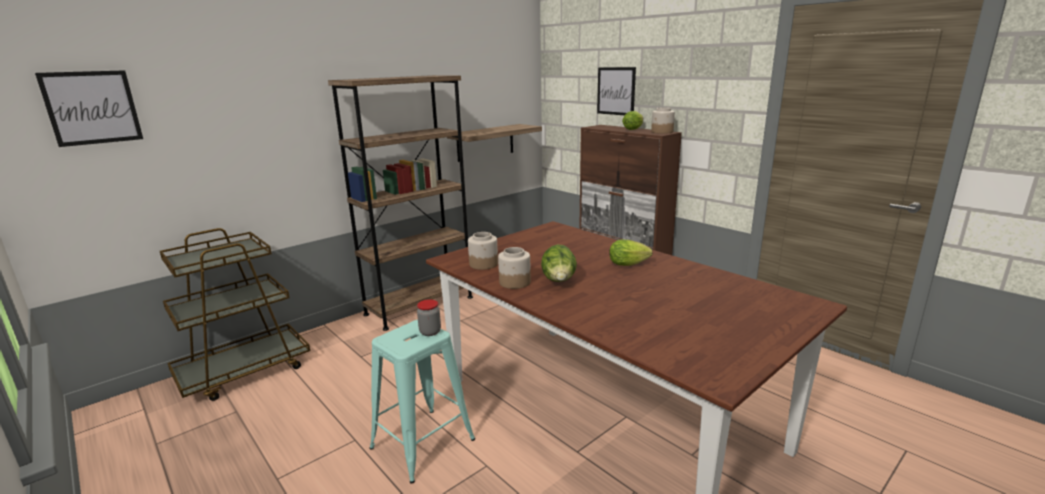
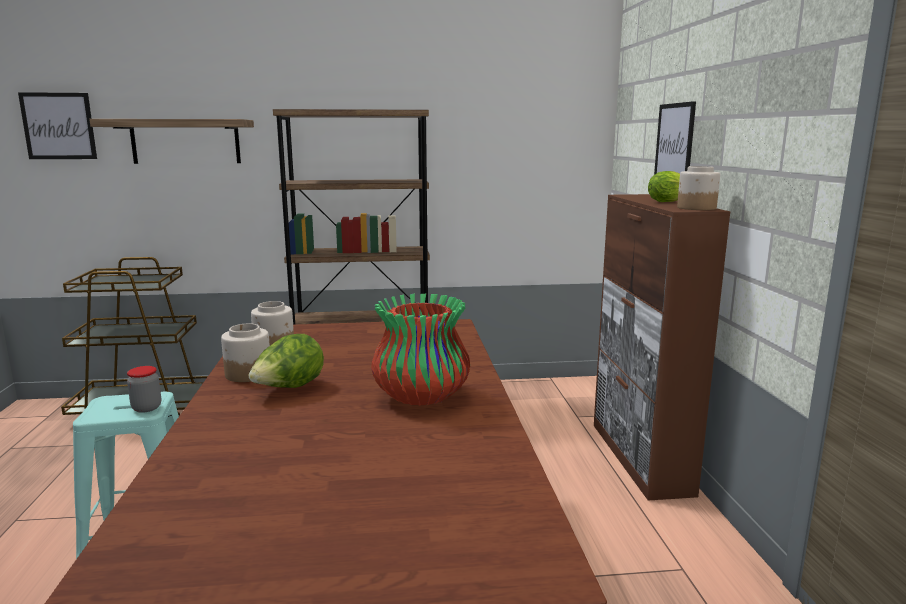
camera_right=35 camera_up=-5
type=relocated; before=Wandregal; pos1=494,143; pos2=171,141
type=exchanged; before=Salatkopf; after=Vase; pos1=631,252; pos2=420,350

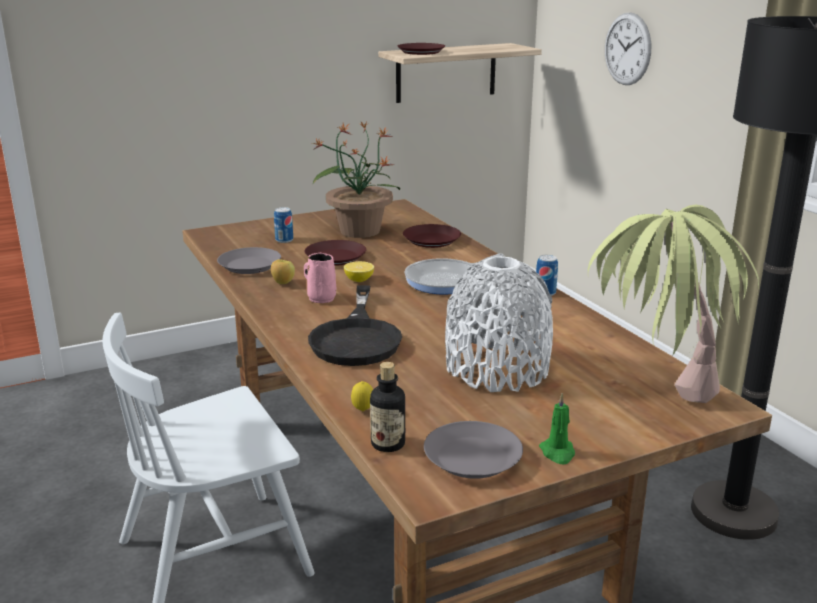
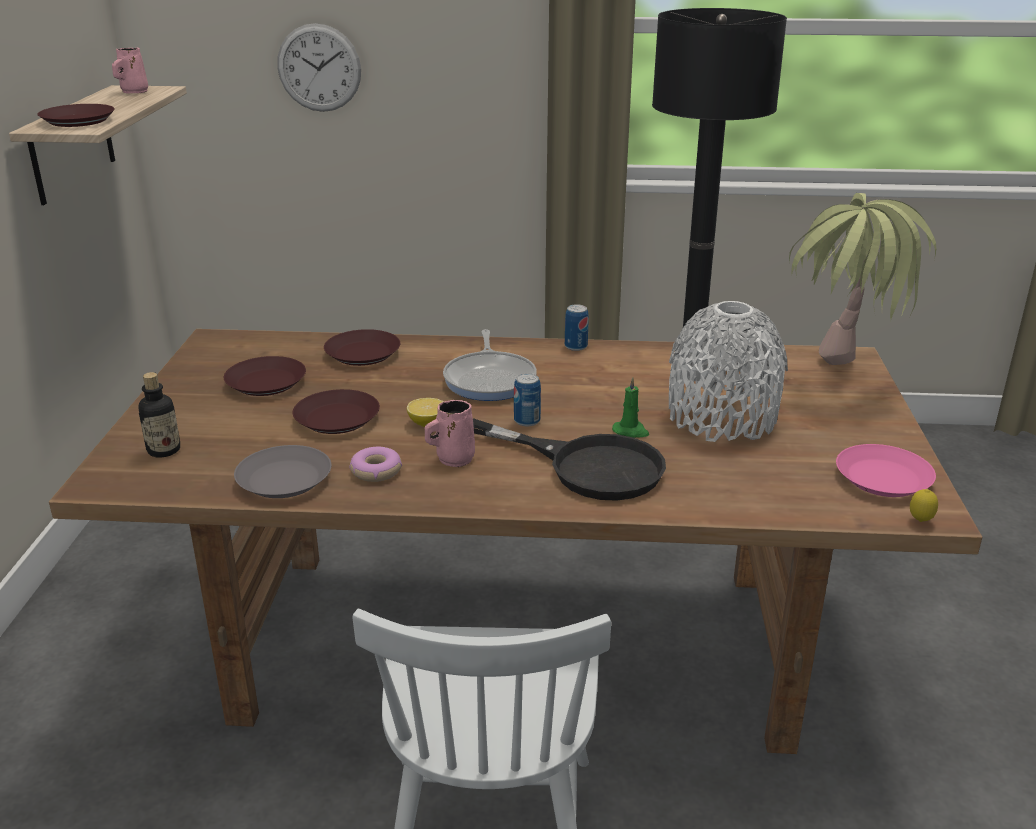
camera_right=-60 camera_up=5
type=exchanged; before=Apfel; after=Donut; pos1=283,271; pos2=375,464
type=relocated; before=Dose; pos1=283,225; pos2=527,399
type=exchanged; before=Topfpflanze; after=Teller (braun); pos1=356,180; pos2=265,376
type=relocated; before=Zitrone; pos1=362,396; pos2=924,505
type=relocated; before=Flasche; pos1=387,407; pos2=159,414
type=colour; before=Teller (grau); after=Teller (rosa); pos1=473,450; pos2=886,470
type=relocated; before=Kerze (grün); pos1=557,428; pos2=630,407
type=appeared; after=Henkelbecher (rosa); pos2=130,70

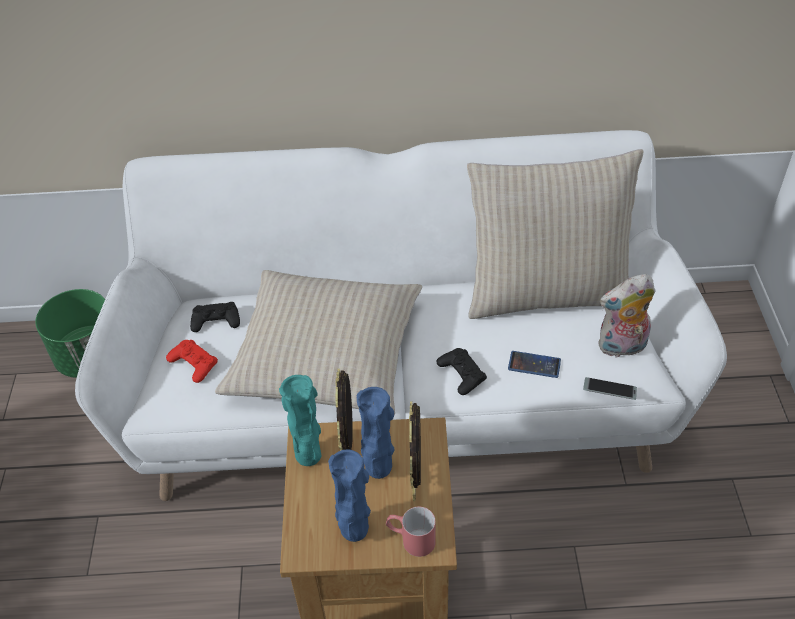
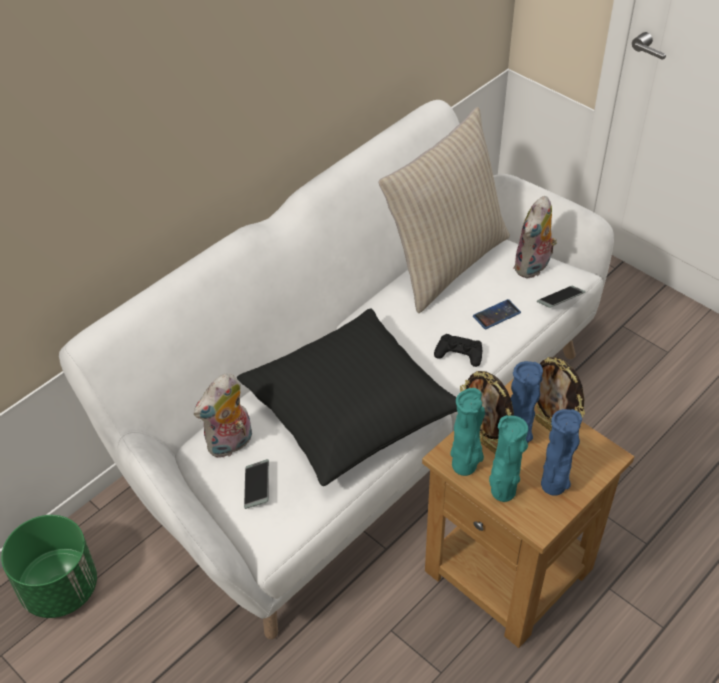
camera_right=-45 camera_up=0
type=exchanged; before=Gamepad (rot); after=Handy; pos1=192,361; pos2=256,484
type=exchanged; before=Gamepad (schwarz); after=Plüschtier; pos1=215,317; pos2=223,415
type=colour; before=Kissen (beige); after=Kissen (schwarz); pos1=318,342; pos2=347,397
type=missing; before=Henkelbecher (rot); pos1=411,532
type=appeared; after=Vase (türkis); pos2=508,458

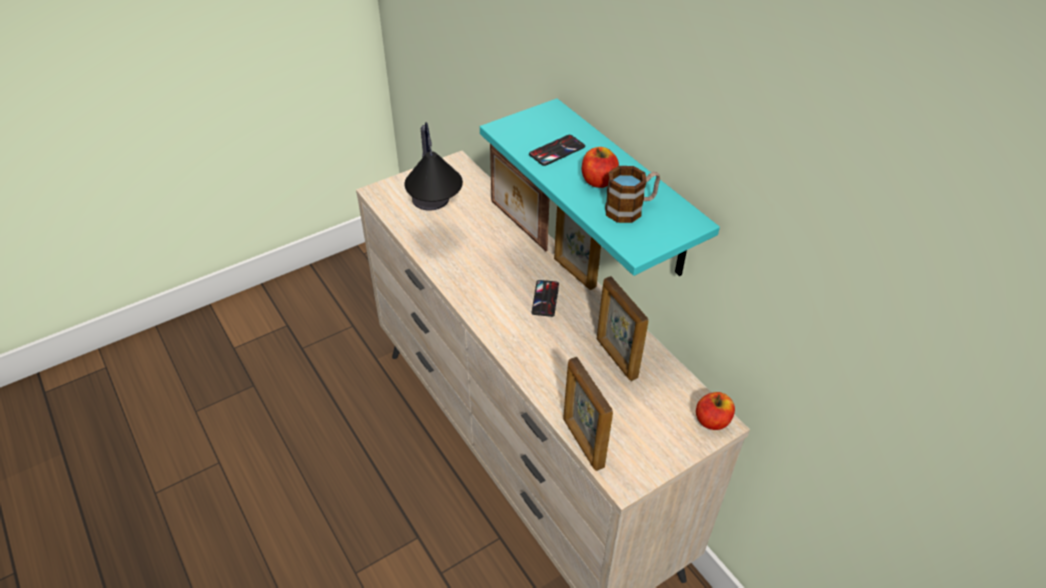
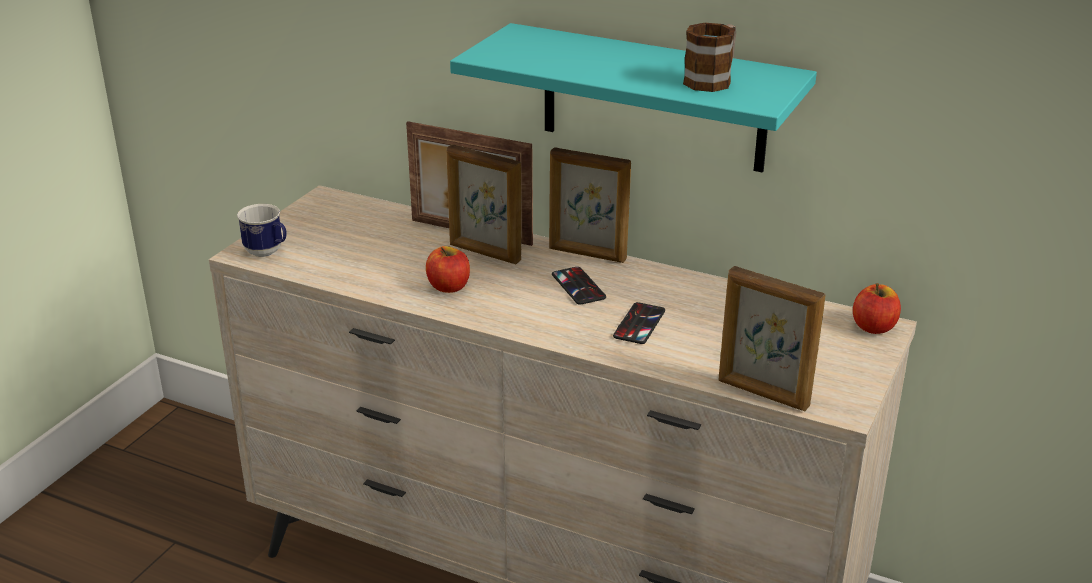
camera_right=-30 camera_up=-15
type=missing; before=Tischlampe; pos1=434,166
type=relocated; before=Handy; pos1=557,150; pos2=639,323
type=relocated; before=Apfel; pos1=600,167; pos2=448,269
type=relocated; before=Bilderrahmen; pos1=623,328; pos2=484,204
type=appeared; after=Henkelbecher; pos2=262,230

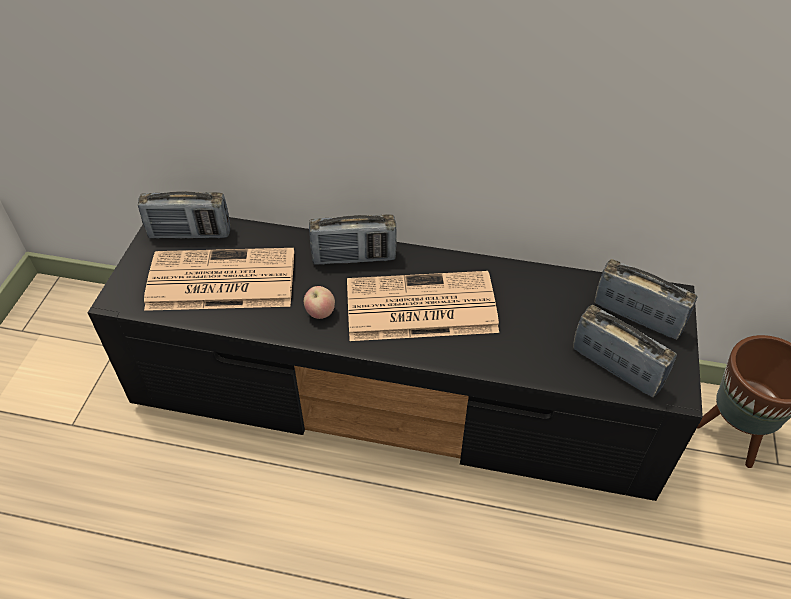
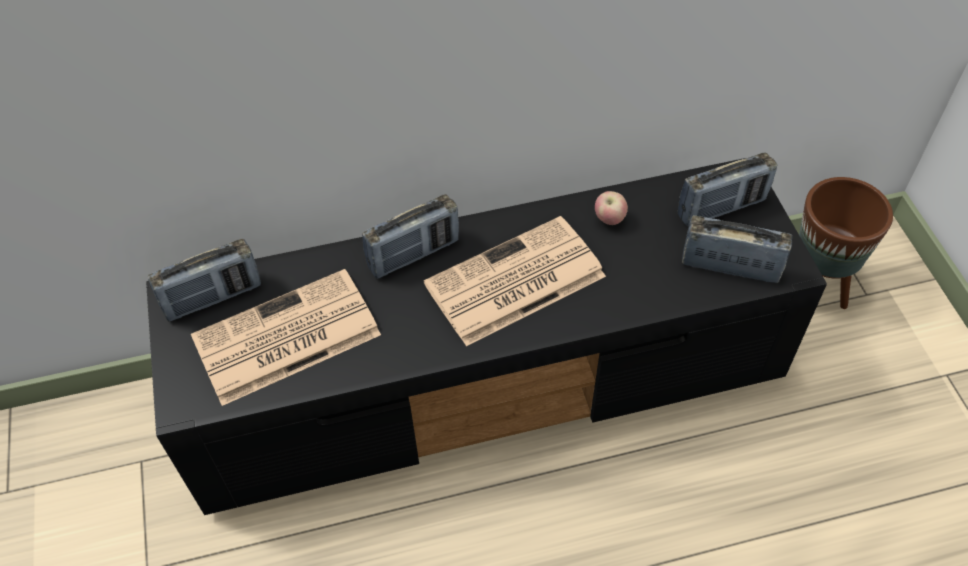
camera_right=-25 camera_up=5
type=relocated; before=Apfel; pos1=319,302; pos2=611,208
type=spun; before=Radio; pos1=645,299; pos2=727,189; turn=150

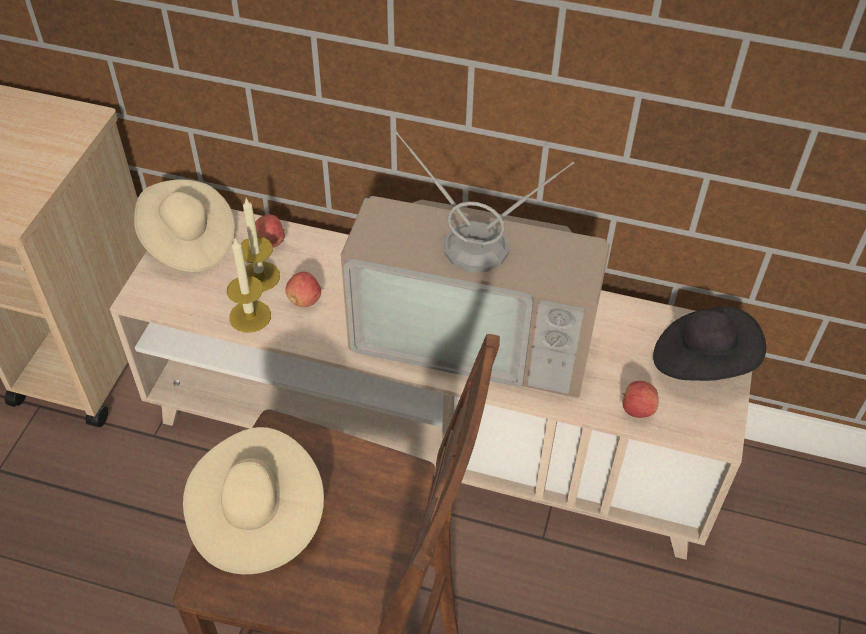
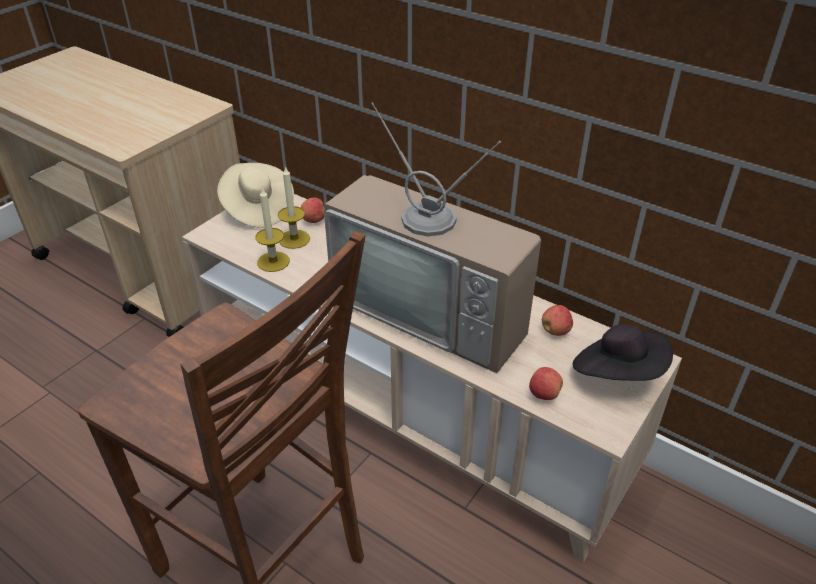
camera_right=20 camera_up=-10
type=missing; before=Hut (beige); pos1=253,500
type=relocated; before=Apfel; pos1=303,289; pos2=557,320

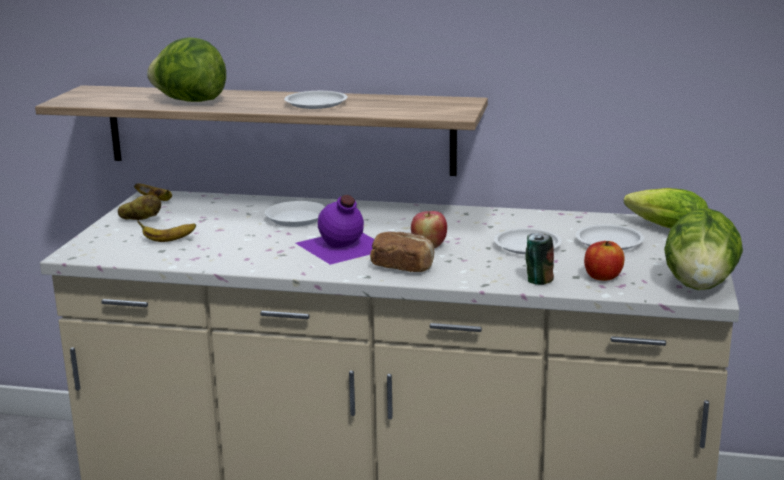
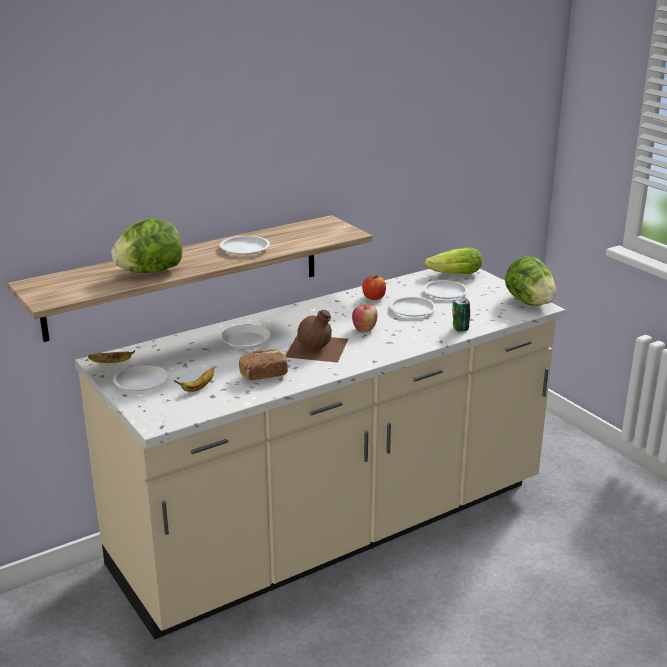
camera_right=-45 camera_up=5
type=exchanged; before=Kartoffel; after=Teller (weiß); pos1=139,207; pos2=140,377
type=colour; before=Flasche (lila); after=Flasche (braun); pos1=334,230; pos2=316,336
type=relocated; before=Brot; pos1=402,252; pos2=263,364
type=relocated; before=Apfel; pos1=604,261; pos2=374,287

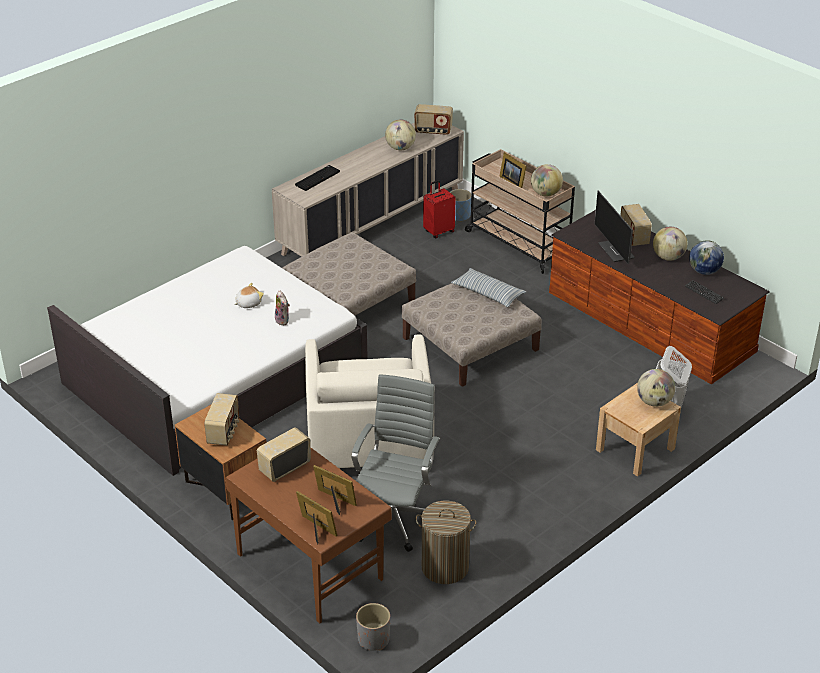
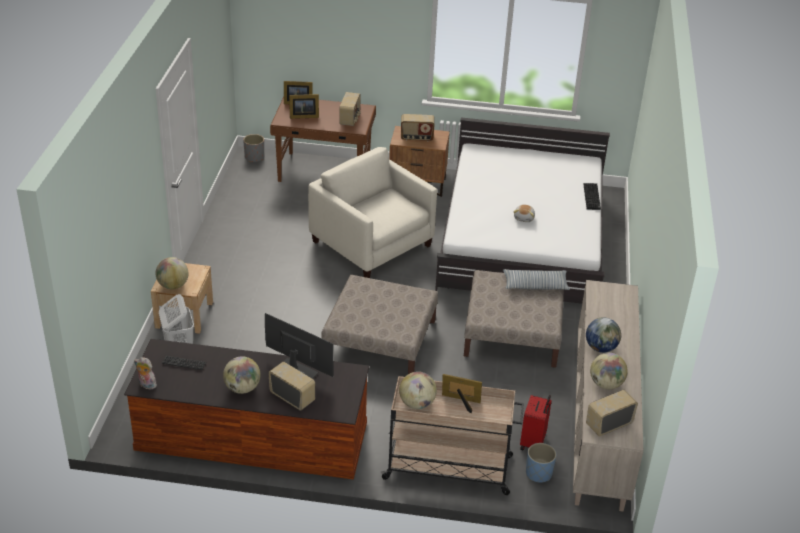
camera_right=140 camera_up=0
type=spun; before=Radio; pos1=221,419; pos2=418,127; turn=-60
type=relocated; before=Plüschtier; pos1=282,307; pos2=145,373
type=relocated; before=Tastatur; pos1=317,178; pos2=592,196
type=missing; before=Bürostuhl (grau); pos1=396,463
type=missing; before=Wäschekorb; pos1=446,542
type=relocated; before=Kissen; pos1=488,287; pos2=536,279
type=relocated; before=Globus; pos1=706,257; pos2=603,335

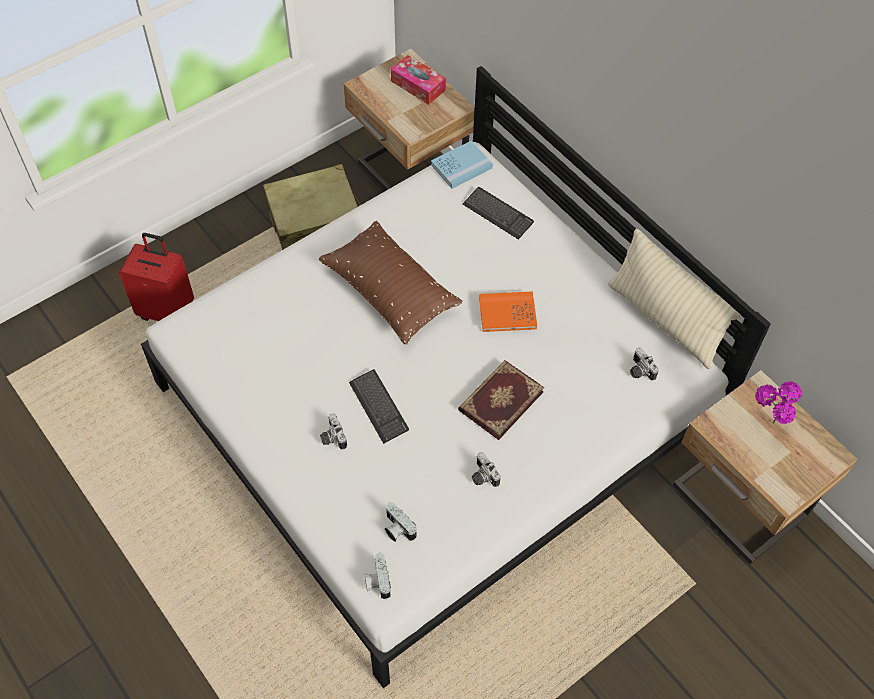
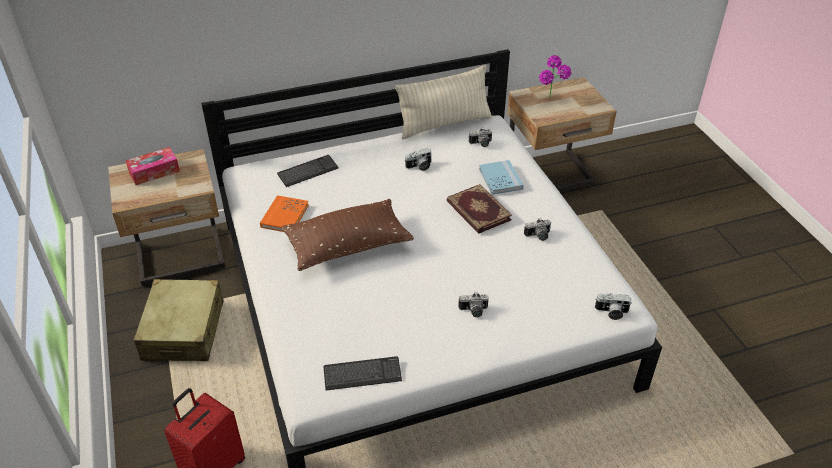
camera_right=-70 camera_up=-15
type=relocated; before=Tastatur; pos1=379,406; pos2=363,373
type=relocated; before=Kamera; pos1=401,522; pos2=418,159
type=relocated; before=Buch (blau); pos1=462,165; pos2=501,177
type=relocated; before=Buch (orange); pos1=508,311; pos2=284,213

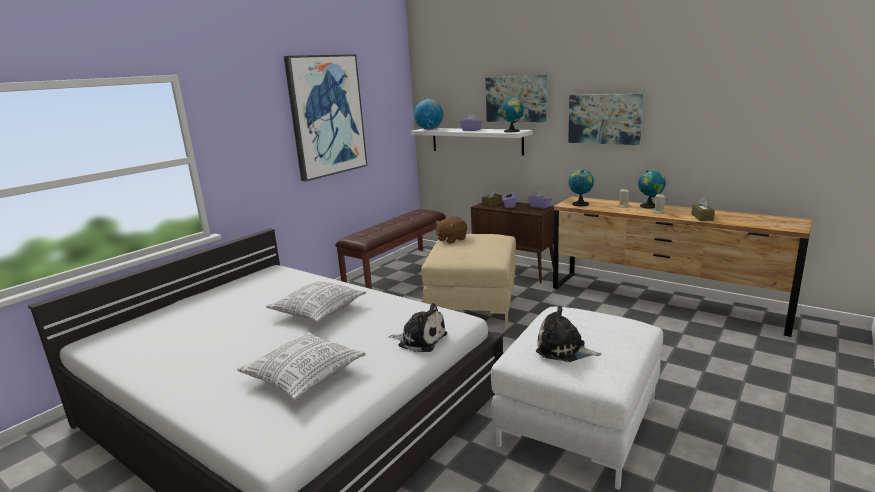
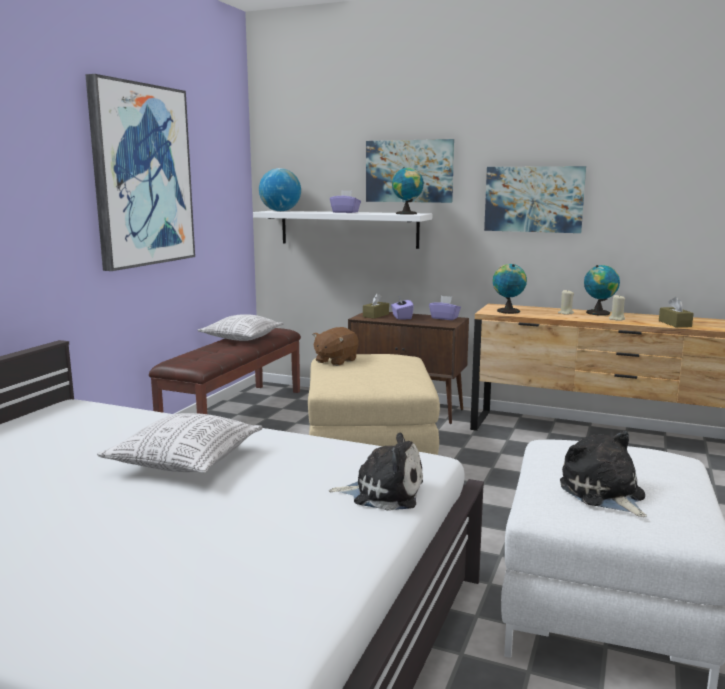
camera_right=-15 camera_up=-5
type=relocated; before=Kissen; pos1=301,366; pos2=240,327
type=spun; before=Plüschtier; pos1=569,334; pos2=603,474; turn=60

